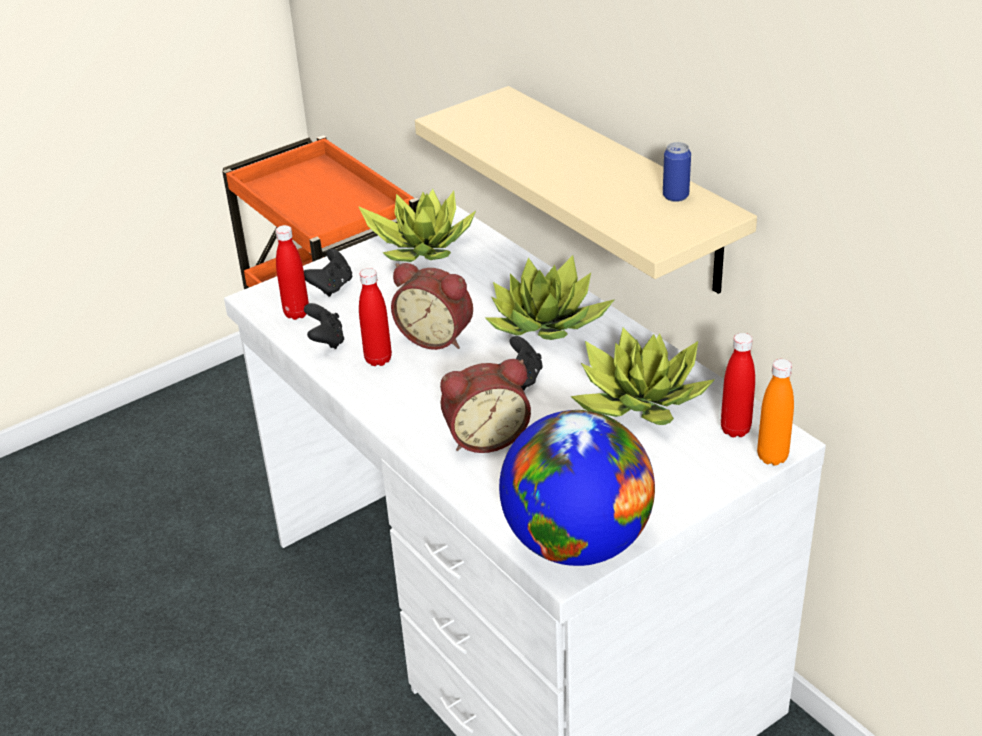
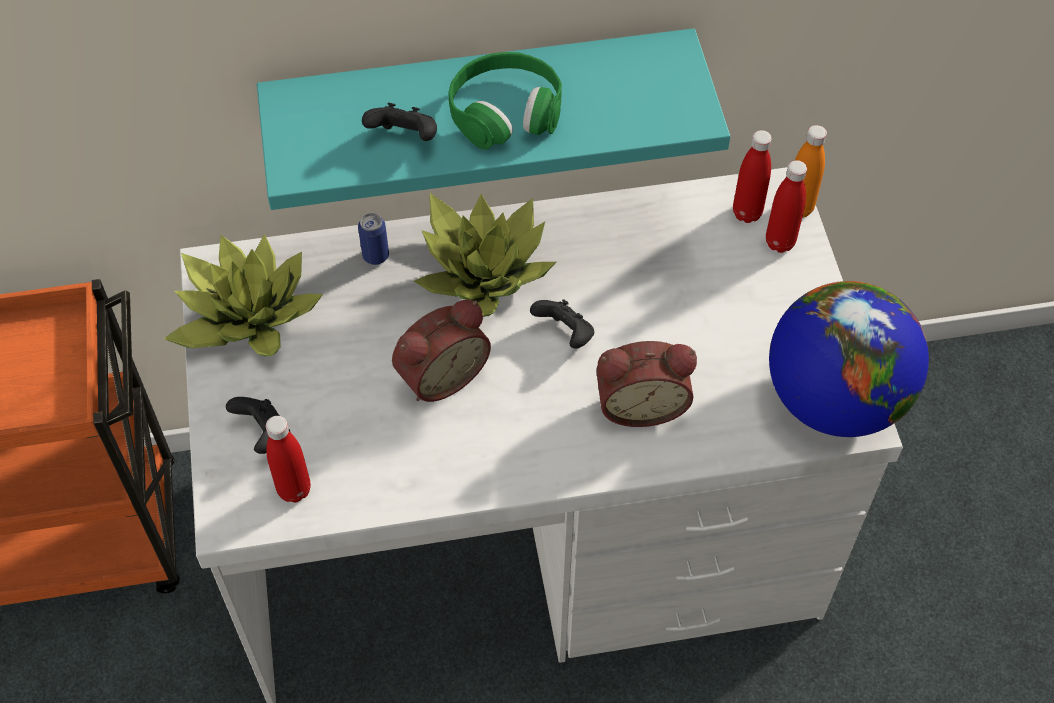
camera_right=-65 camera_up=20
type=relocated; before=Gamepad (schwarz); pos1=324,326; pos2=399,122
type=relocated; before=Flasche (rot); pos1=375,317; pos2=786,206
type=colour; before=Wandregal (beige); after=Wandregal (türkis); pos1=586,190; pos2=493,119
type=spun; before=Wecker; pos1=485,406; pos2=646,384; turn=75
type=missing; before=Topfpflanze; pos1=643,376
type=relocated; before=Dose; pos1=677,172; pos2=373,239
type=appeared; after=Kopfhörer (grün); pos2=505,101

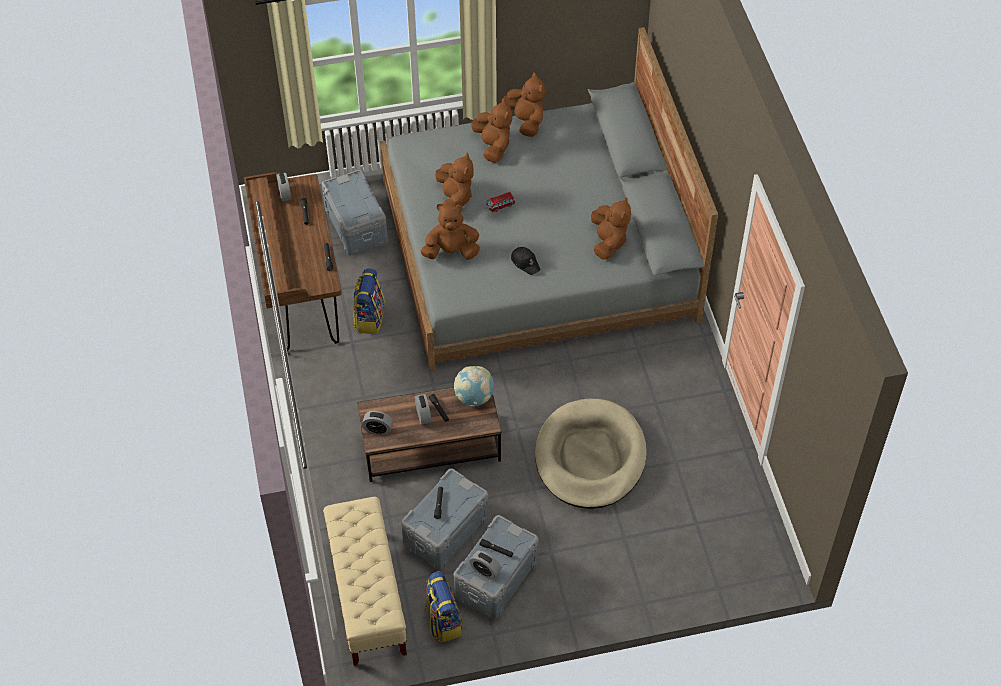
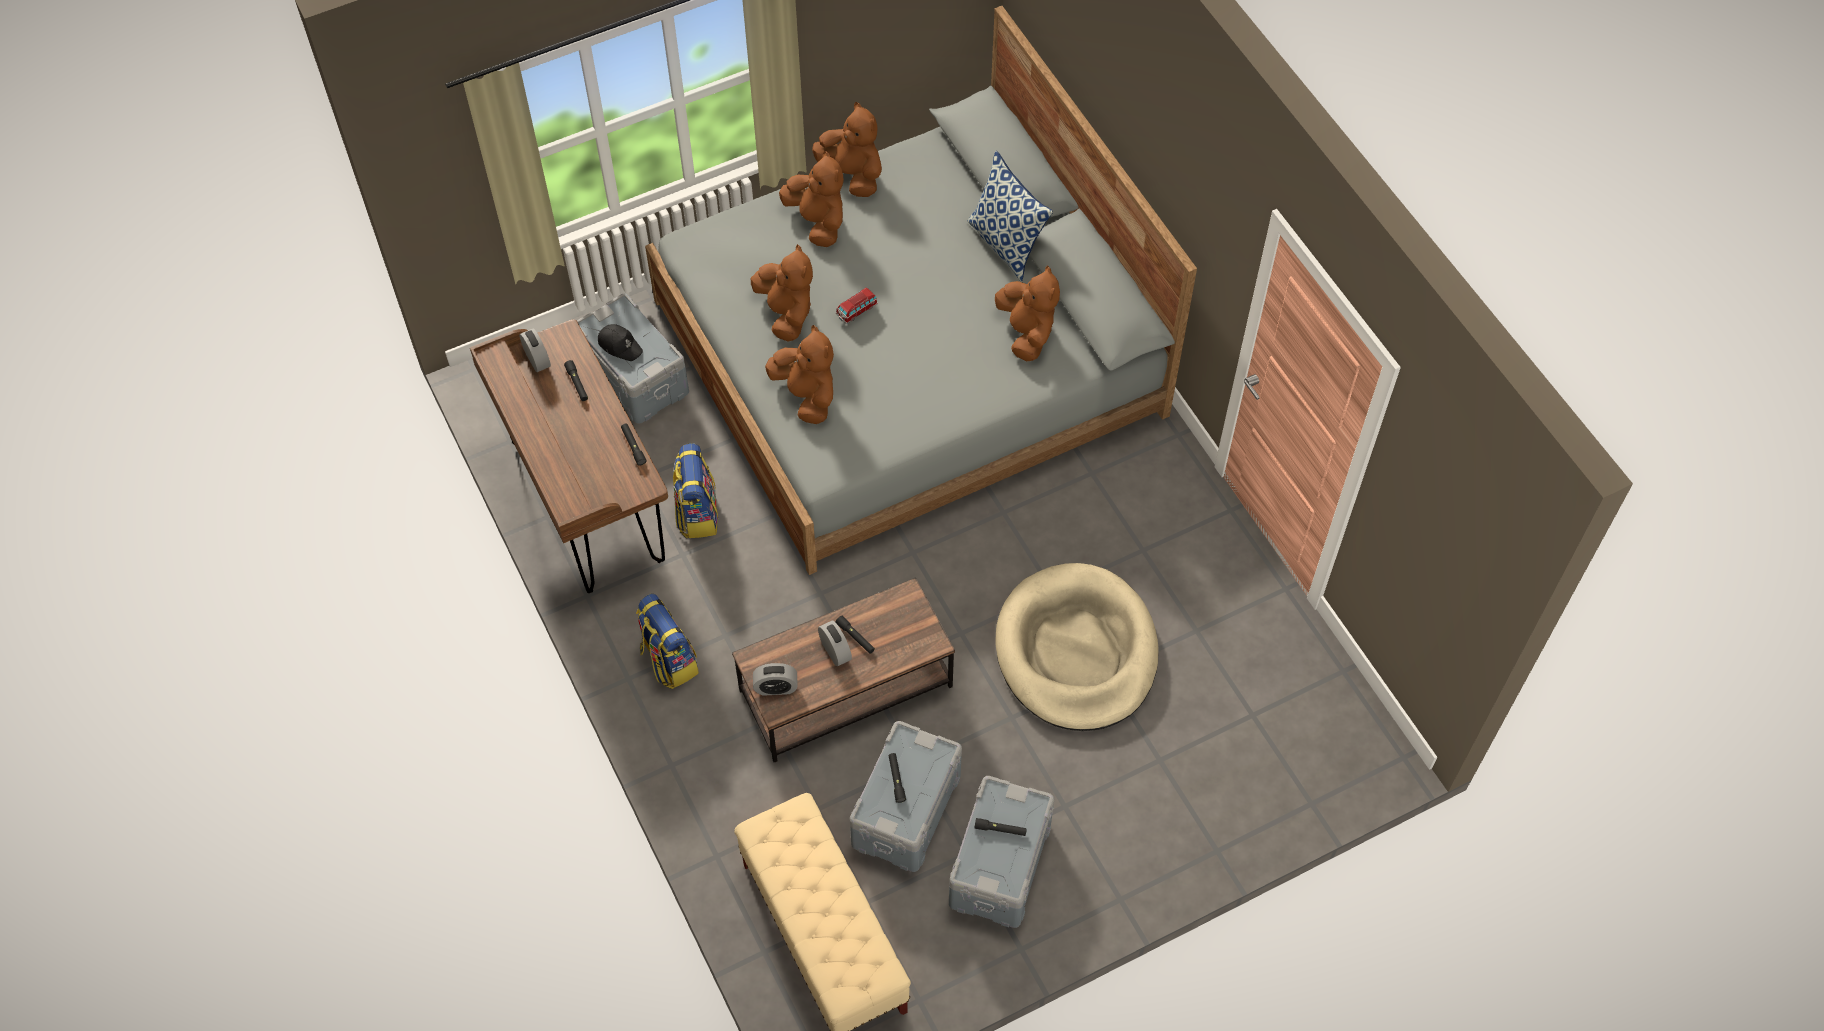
camera_right=-15 camera_up=5
type=spun; before=Plüschtier (braun); pos1=450,232; pos2=799,374; turn=75
type=relocated; before=Rucksack; pos1=443,606; pos2=667,641
type=missing; before=Globus; pos1=474,386
type=missing; before=Wecker; pos1=485,565
type=relocated; before=Kappe (schwarz); pos1=525,261; pos2=620,342
type=appeared; after=Kissen; pos2=1010,216

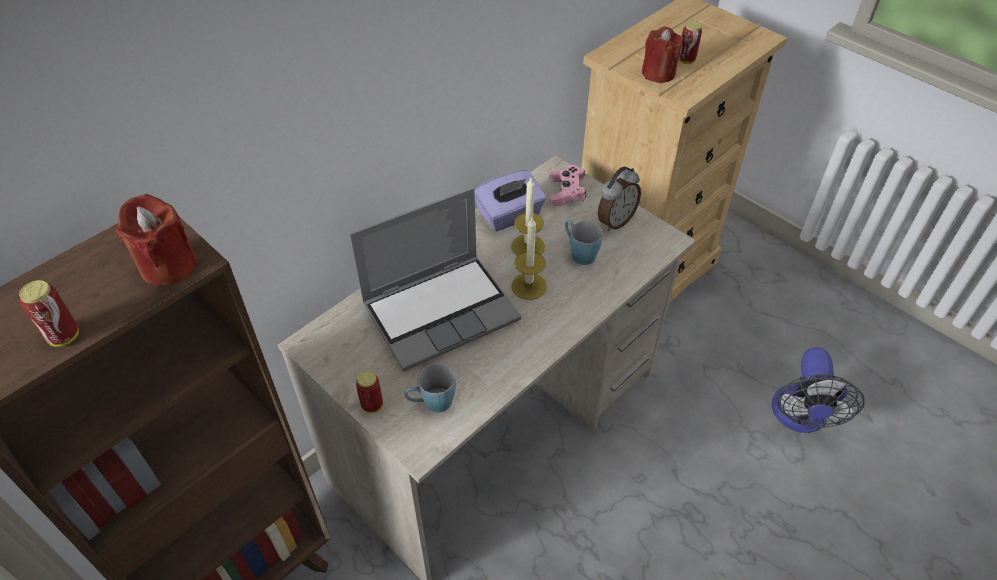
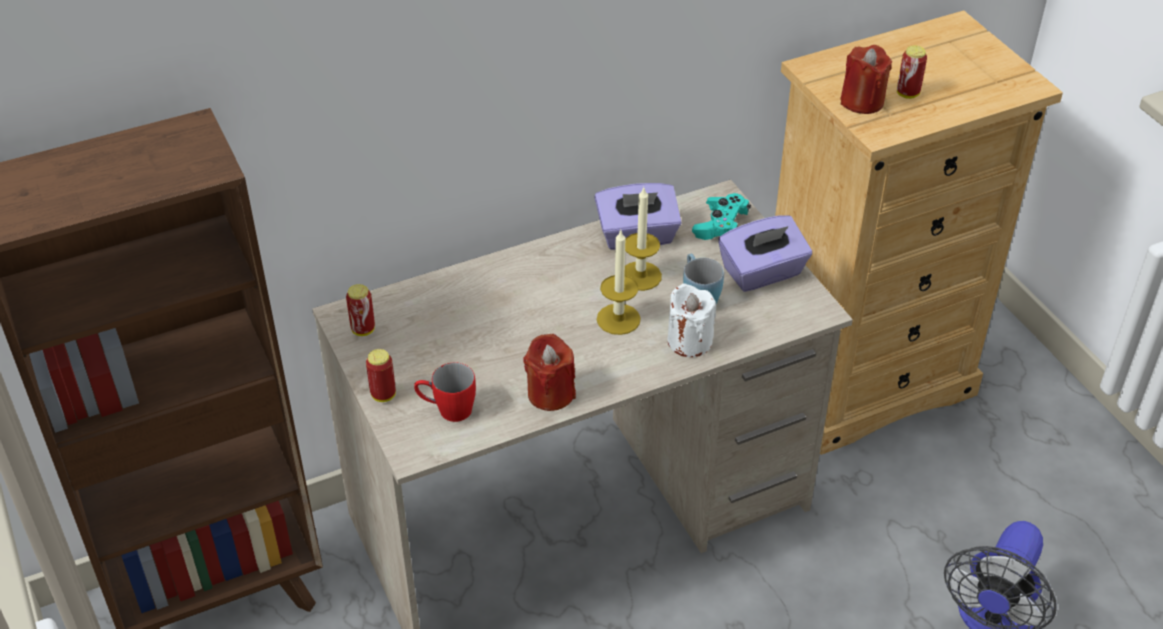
camera_right=20 camera_up=-5
type=relocated; before=Dose; pos1=49,313; pos2=360,310
type=relocated; before=Kerze (rot); pos1=156,240; pos2=549,372
type=missing; before=Laptop; pos1=435,279
type=colour; before=Henkelbecher (blau); after=Henkelbecher (rot); pos1=430,388; pos2=445,392
type=colour; before=Gamepad (rosa); after=Gamepad (türkis); pos1=568,185; pos2=721,216
type=exchanged; before=Wecker; after=Taschentuchbox (lila); pos1=619,199; pos2=765,254
type=appeared; after=Kerze (weiß); pos2=691,320

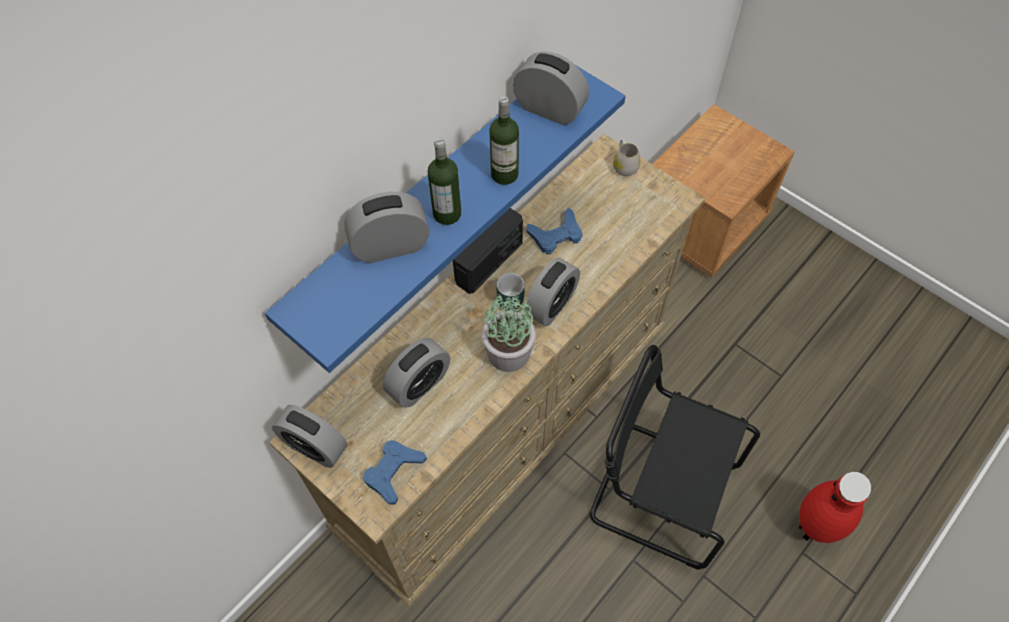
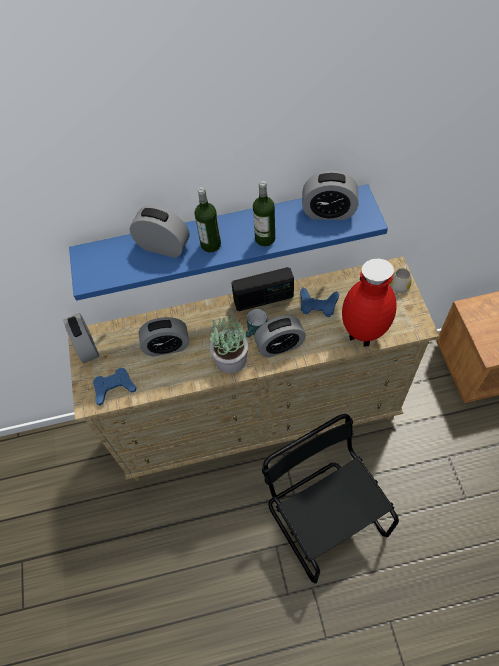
camera_right=40 camera_up=0
type=spun; before=Wecker; pos1=551,88; pos2=330,195; turn=120
type=relocated; before=Vase (rot); pos1=835,507; pos2=369,303

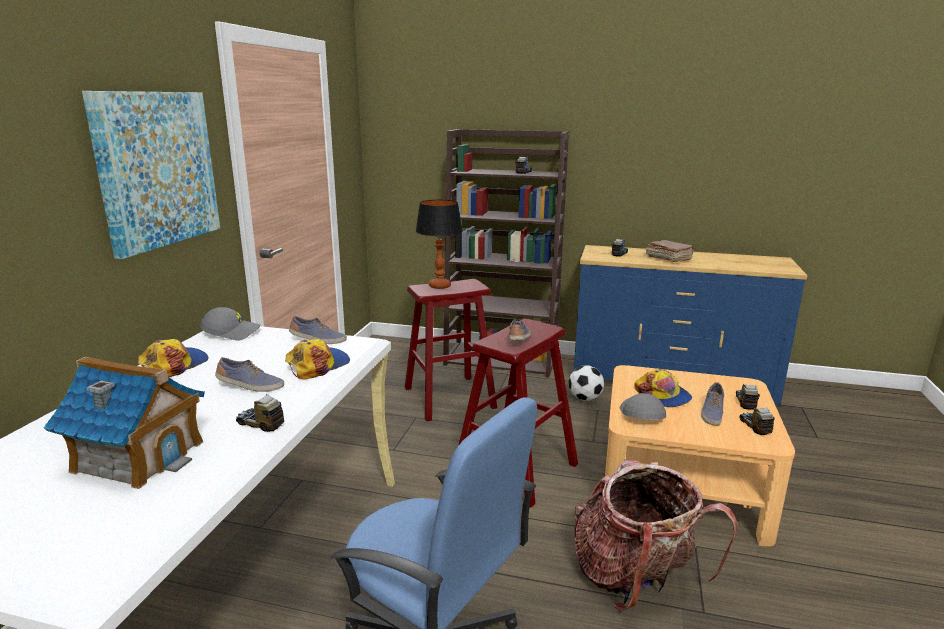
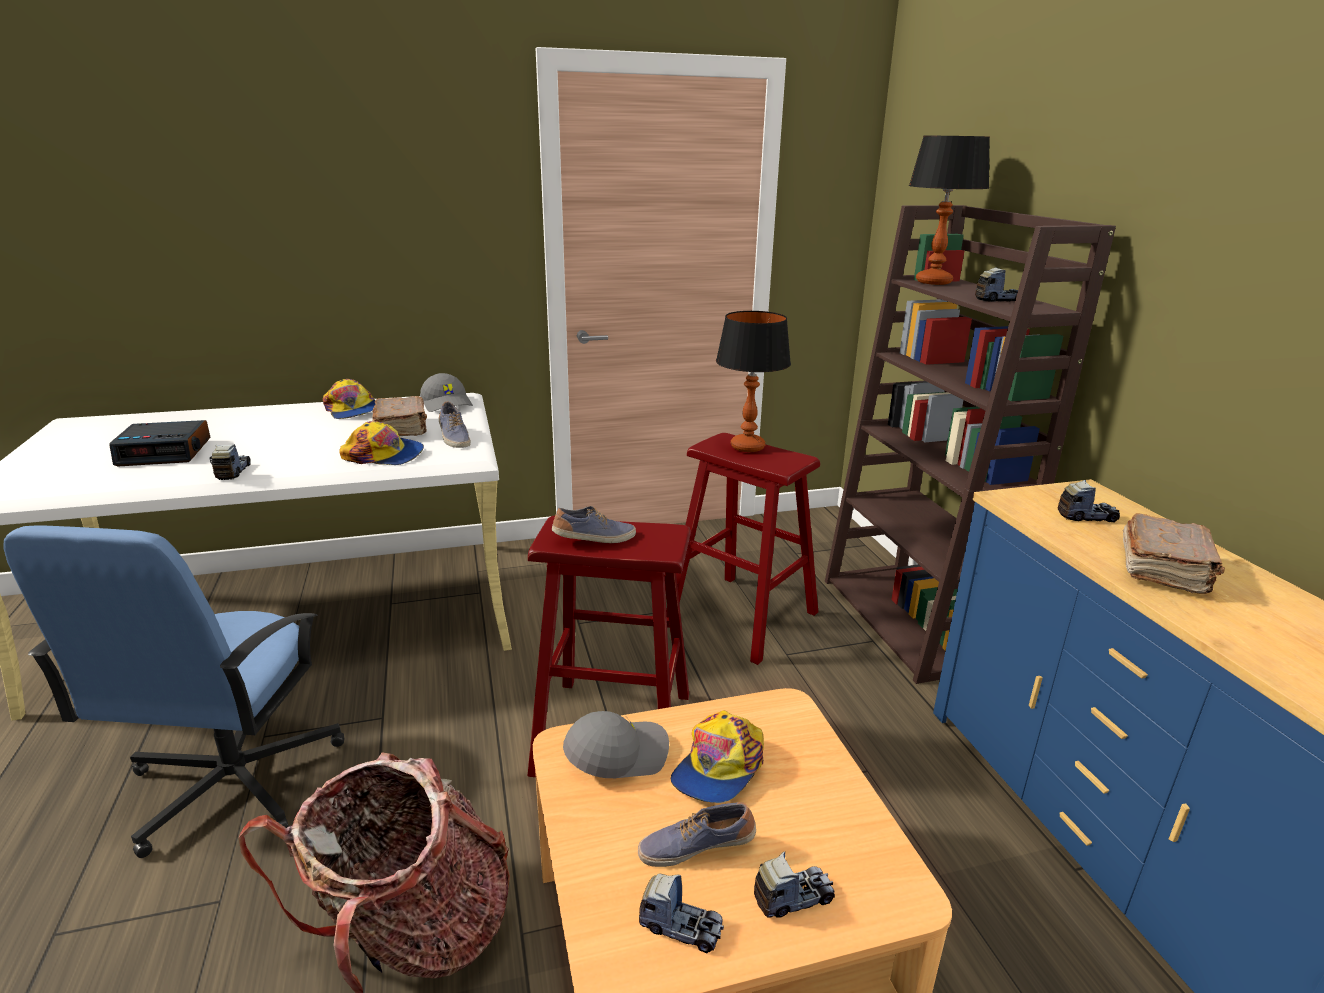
camera_right=60 camera_up=5
type=exchanged; before=Spielzeughaus; after=Wecker; pos1=124,423; pos2=160,443
type=missing; before=Bild; pos1=151,175
type=spun; before=Kappe; pos1=173,358; pos2=349,399; turn=60
type=missing; before=Schuh; pos1=249,374
type=missing; before=Fußball; pos1=586,383
type=spun; before=Spielzeuglaster; pos1=757,421; pos2=681,914; turn=60
type=appeared; after=Buch (braun); pos2=399,416
type=appeared; after=Tischlampe; pos2=949,210

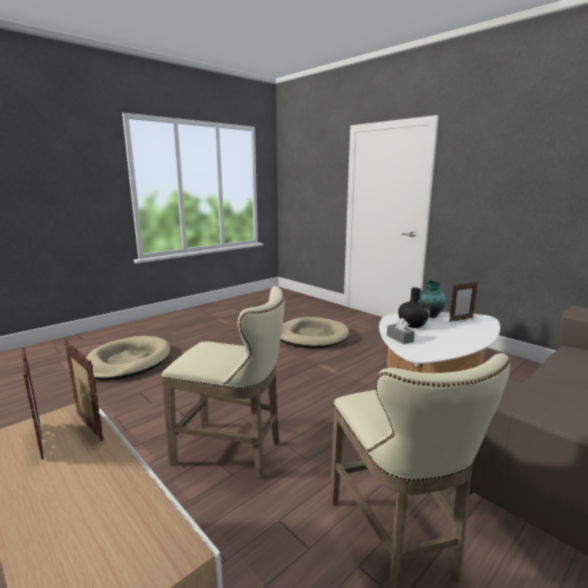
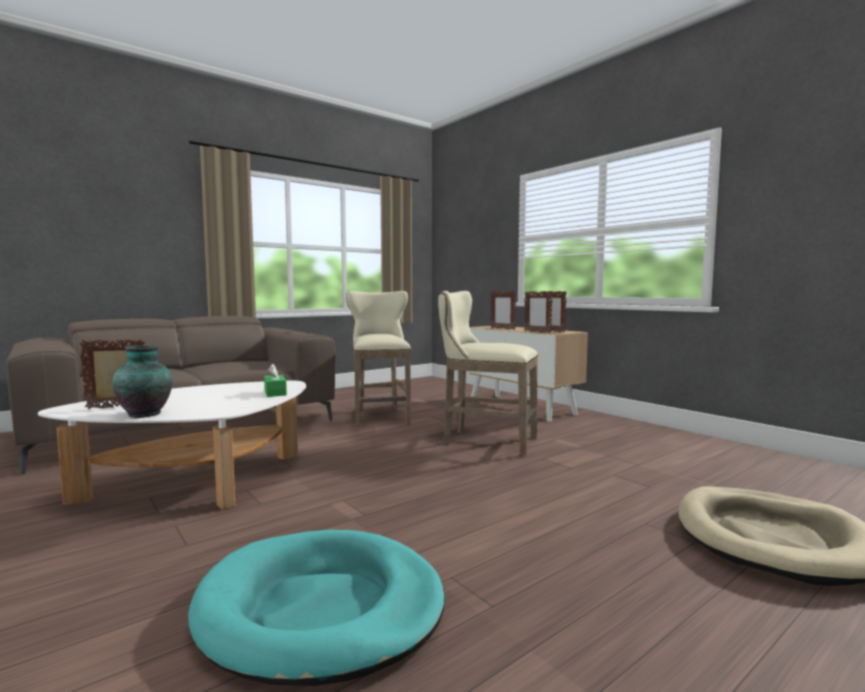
camera_right=-175 camera_up=-10
type=colour; before=Hundebett (beige); after=Hundebett (türkis); pos1=314,332; pos2=316,608
type=colour; before=Taschentuchbox (grau); after=Taschentuchbox (grün); pos1=401,331; pos2=275,380
type=missing; before=Vase (schwarz); pos1=414,308
type=appeared; after=Bilderrahmen; pos2=503,310

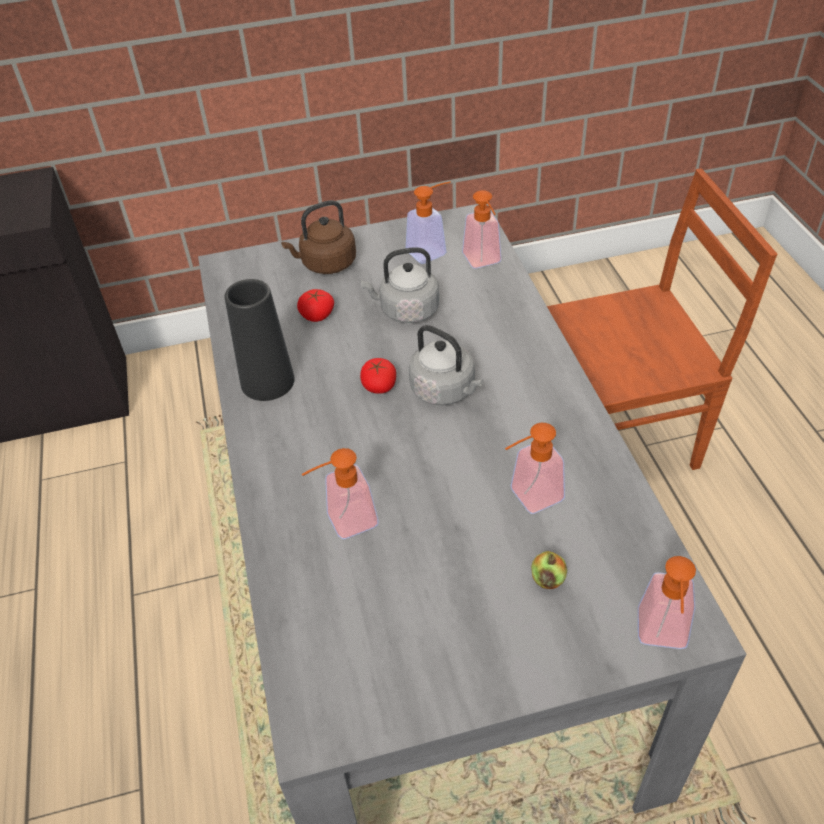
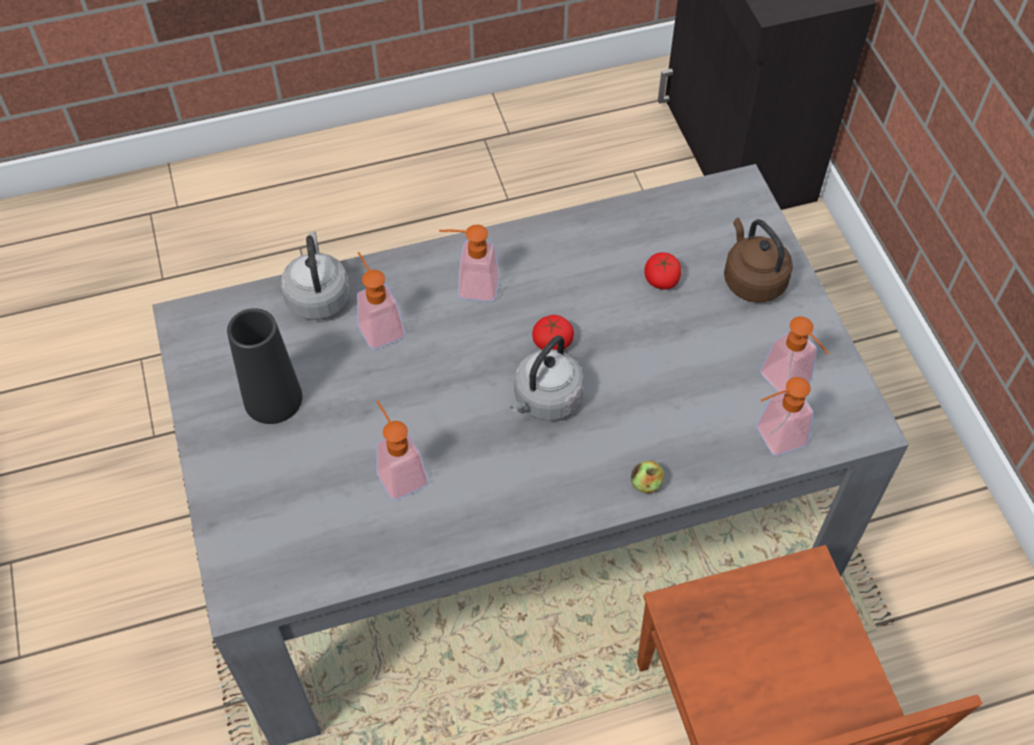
camera_right=85 camera_up=10
type=relocated; before=Vase (schwarz); pos1=260,340; pos2=264,366
type=relocated; before=Wasserkessel (grau); pos1=399,285; pos2=315,275
type=relocated; before=Apfel; pos1=549,570; pos2=647,477
type=relocated; before=Seifenspender; pos1=667,602; pos2=469,263

